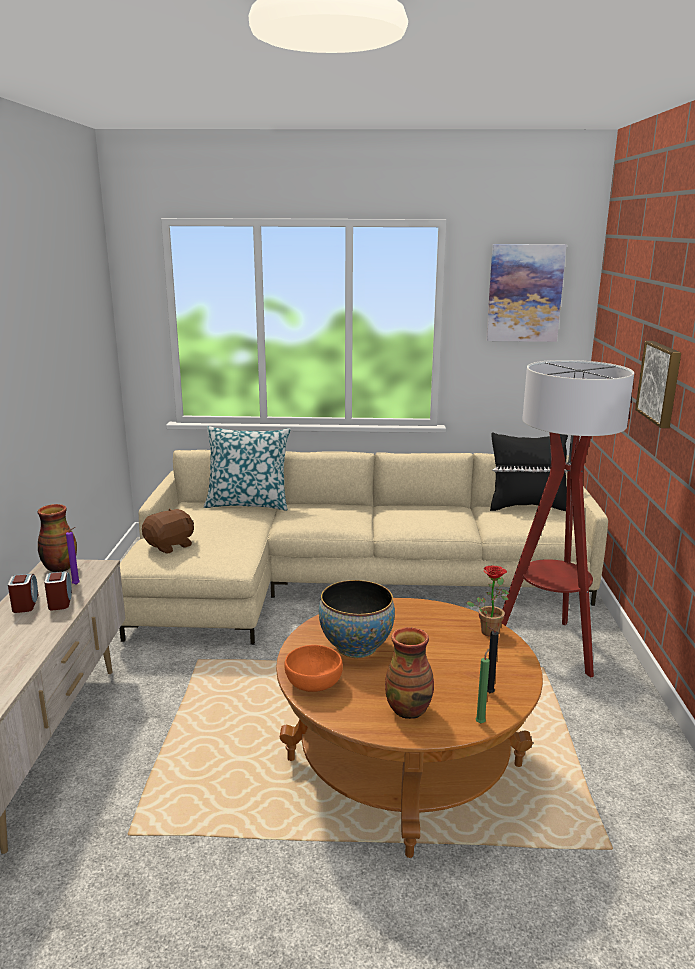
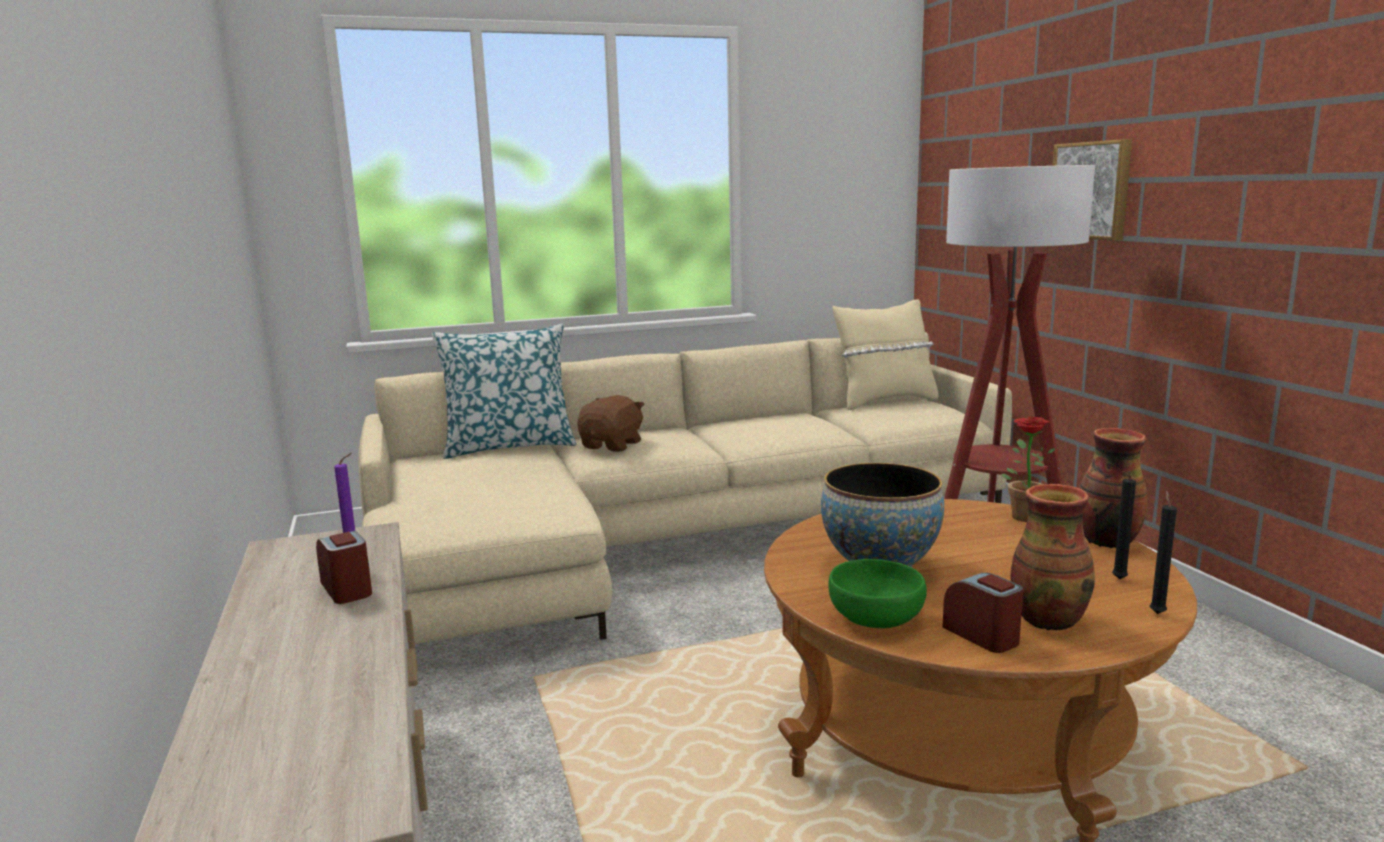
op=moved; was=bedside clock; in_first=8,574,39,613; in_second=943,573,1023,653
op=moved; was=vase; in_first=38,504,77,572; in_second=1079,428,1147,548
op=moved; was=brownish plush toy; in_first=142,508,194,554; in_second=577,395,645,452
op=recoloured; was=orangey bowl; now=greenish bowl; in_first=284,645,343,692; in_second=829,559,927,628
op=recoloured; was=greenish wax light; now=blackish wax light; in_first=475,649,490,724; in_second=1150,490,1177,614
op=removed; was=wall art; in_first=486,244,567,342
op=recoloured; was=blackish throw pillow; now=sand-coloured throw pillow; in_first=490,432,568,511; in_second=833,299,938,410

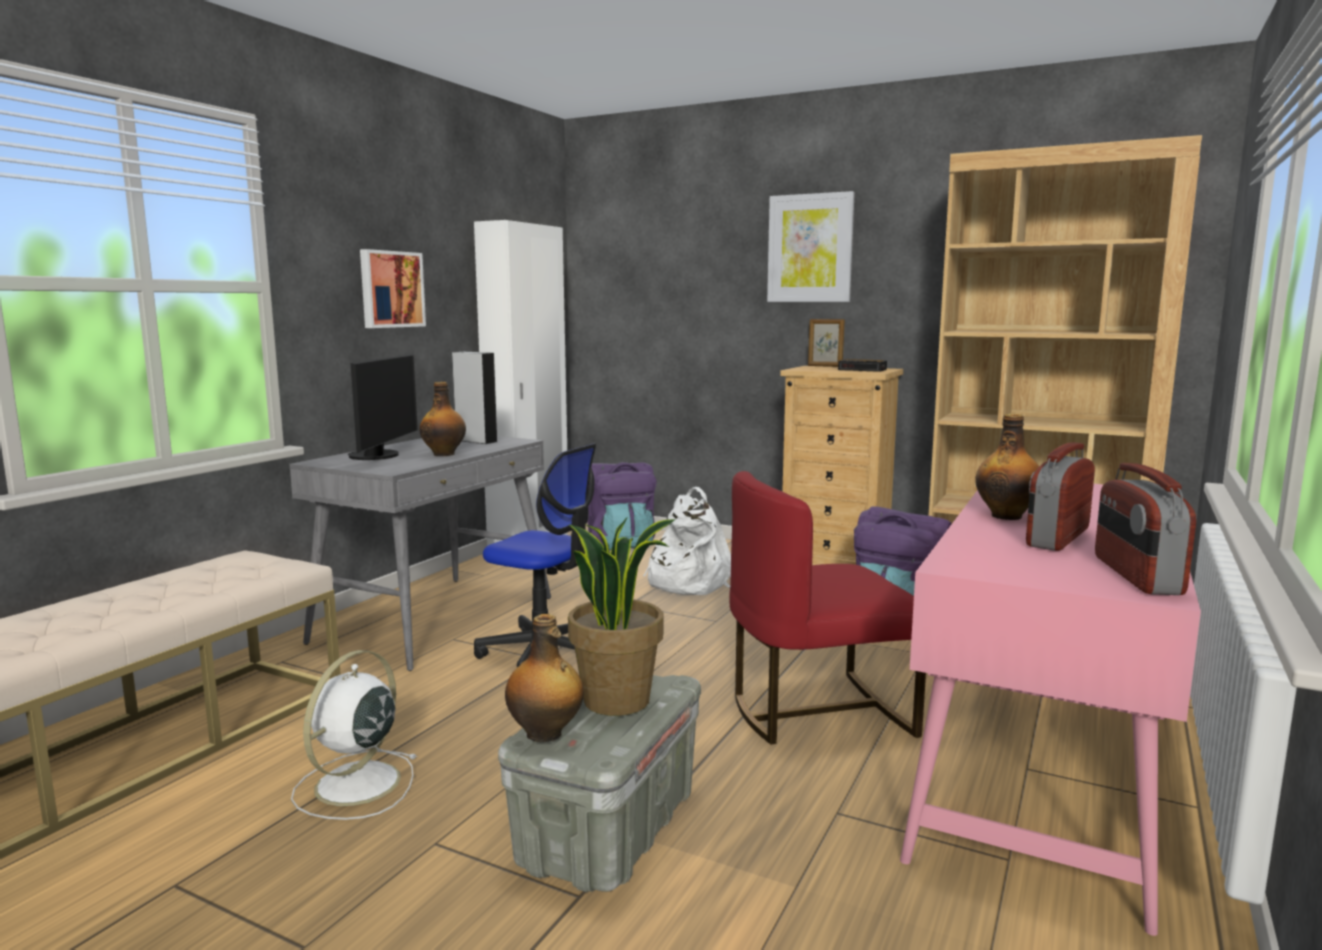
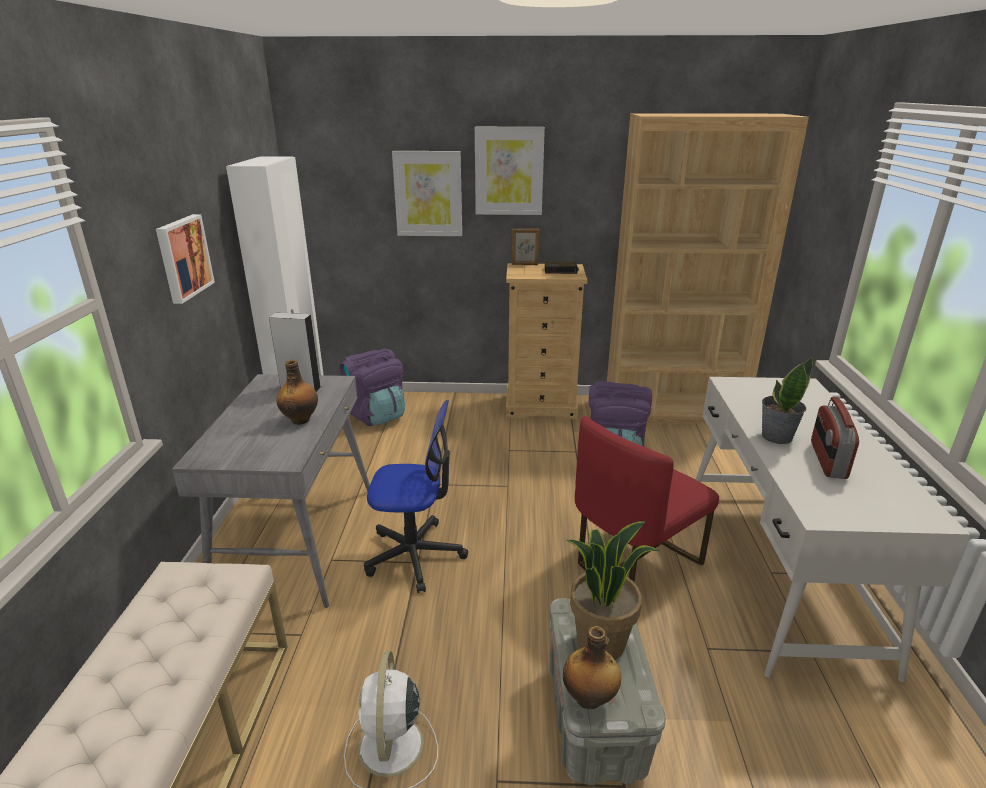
op=removed; was=computer display; in_first=348,354,418,460
op=removed; was=white knapsack; in_first=643,487,731,595
op=recoloured; was=pinkish desk table; now=white desk table; in_first=900,484,1201,936; in_second=696,377,970,682
op=replaced; was=drink bottle; now=houseplant; in_first=975,414,1039,520; in_second=762,356,813,444
op=removed; was=radio receiver; in_first=1095,463,1196,595
op=added; now=wall art; in_second=392,151,462,236

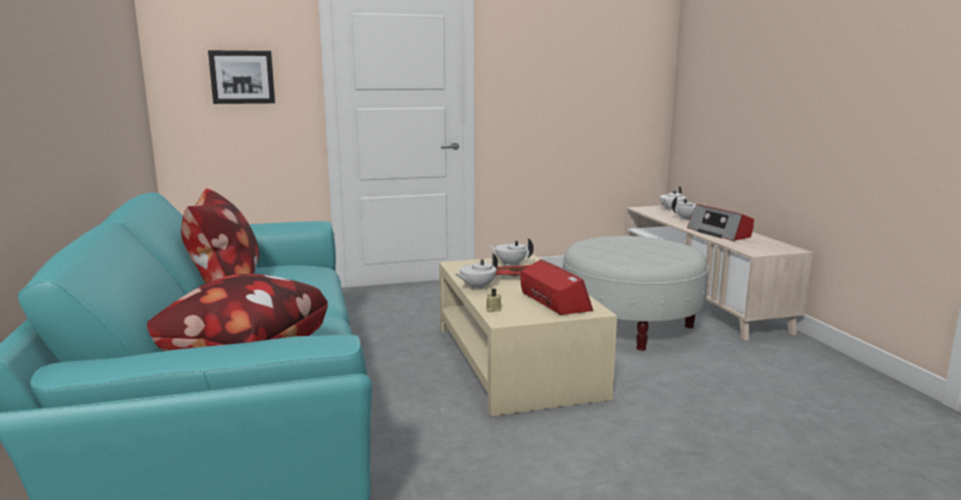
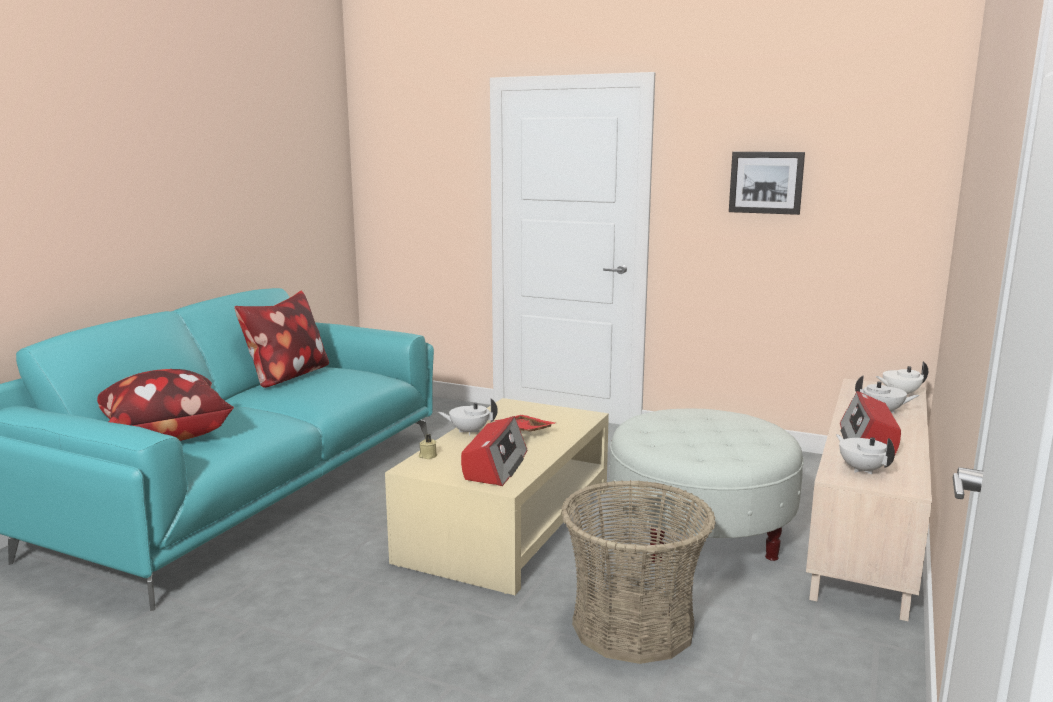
op=moved; was=wall art; in_first=208,50,275,104; in_second=729,152,805,215
op=moved; was=white pot for tea; in_first=488,238,534,266; in_second=836,434,895,475
op=added; now=household basket; in_second=561,480,716,664

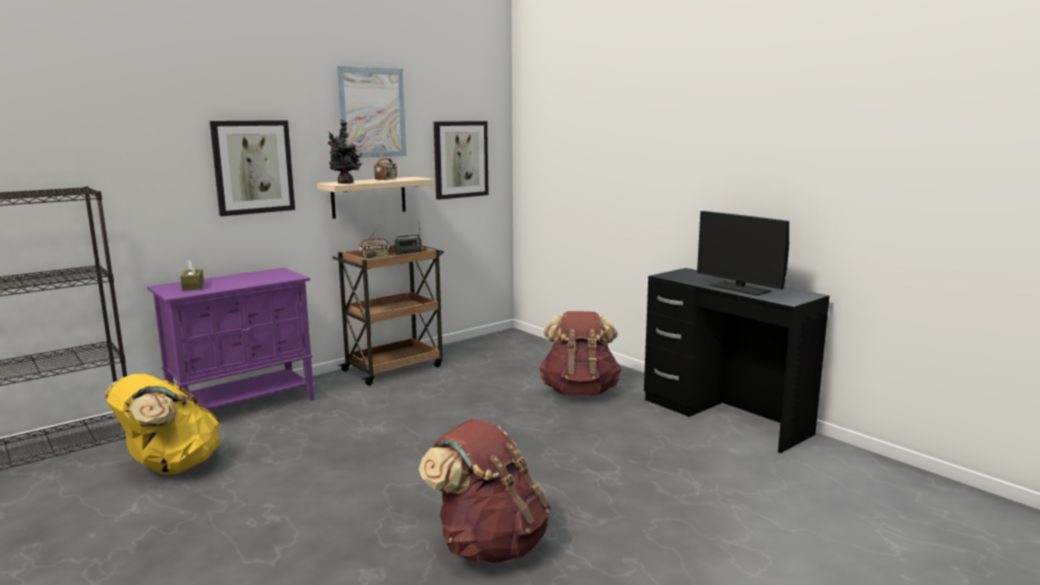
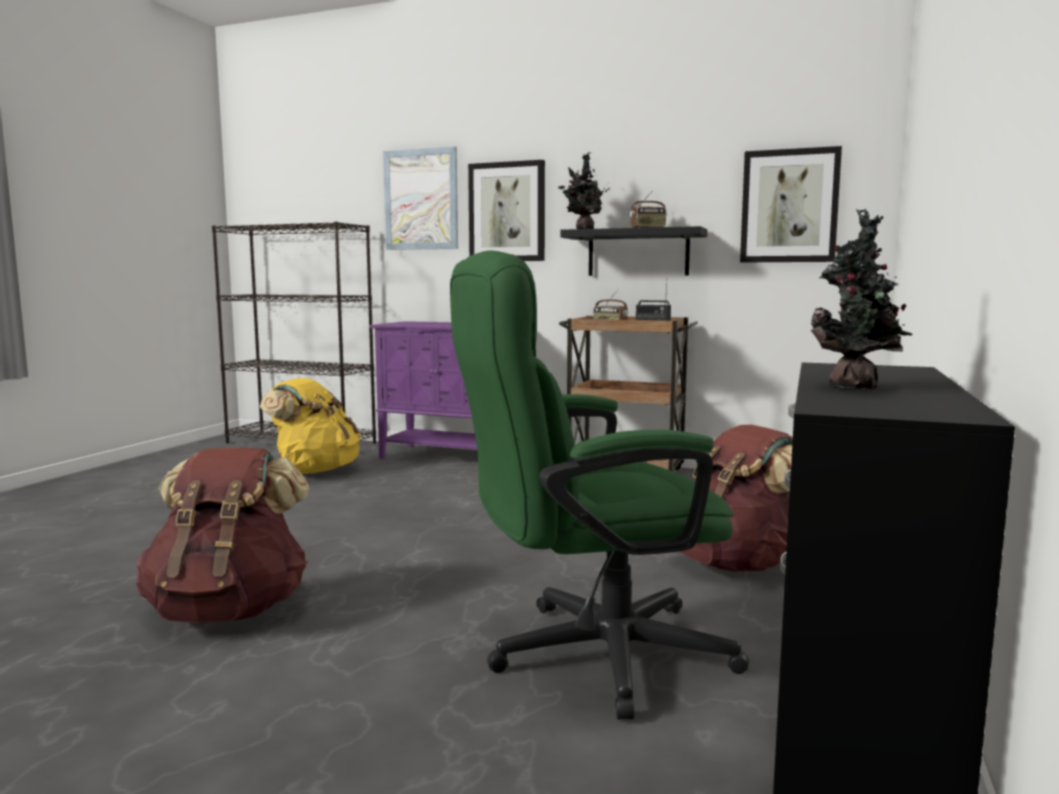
op=removed; was=brownish box of tissues; in_first=180,259,204,291
op=recoloured; was=sand-coloured wall shelf; now=blackish wall shelf; in_first=317,177,434,219; in_second=560,226,708,276
op=moved; was=wall art; in_first=336,66,406,158; in_second=383,146,458,250
op=replaced; was=computer display; now=houseplant; in_first=697,211,789,296; in_second=811,209,912,389
op=added; now=greenish desk chair; in_second=450,250,749,719

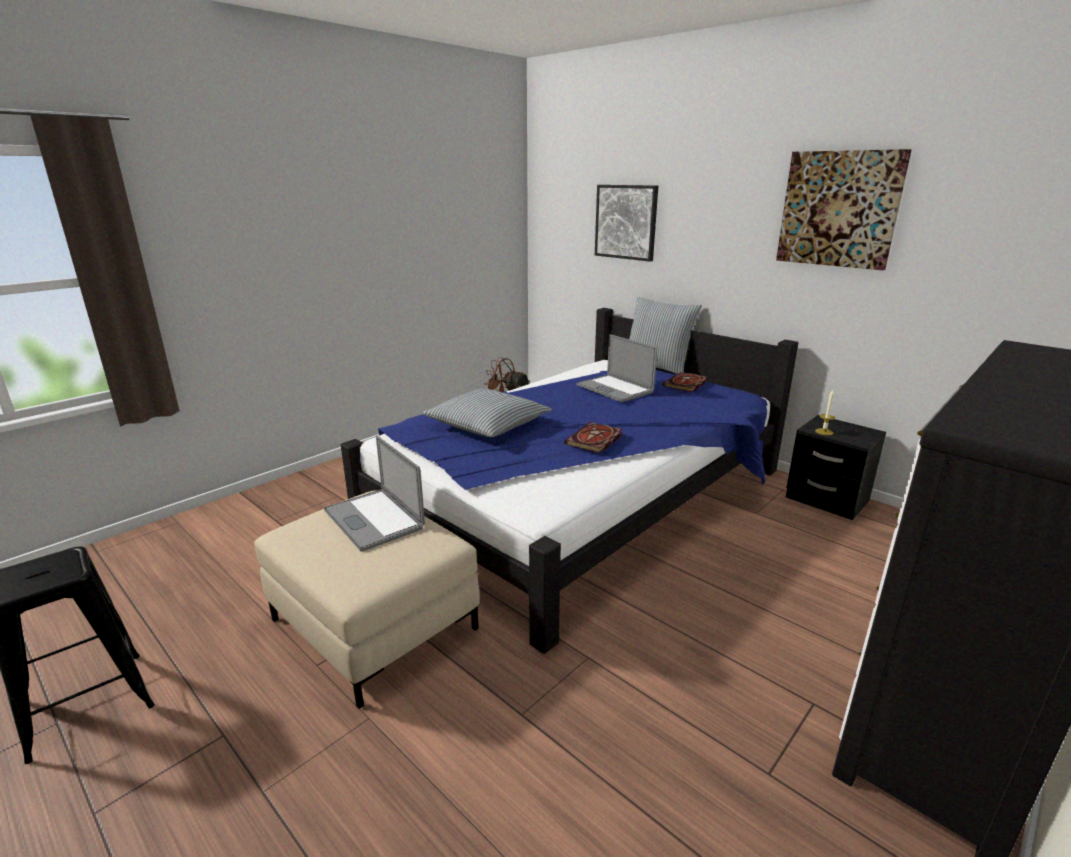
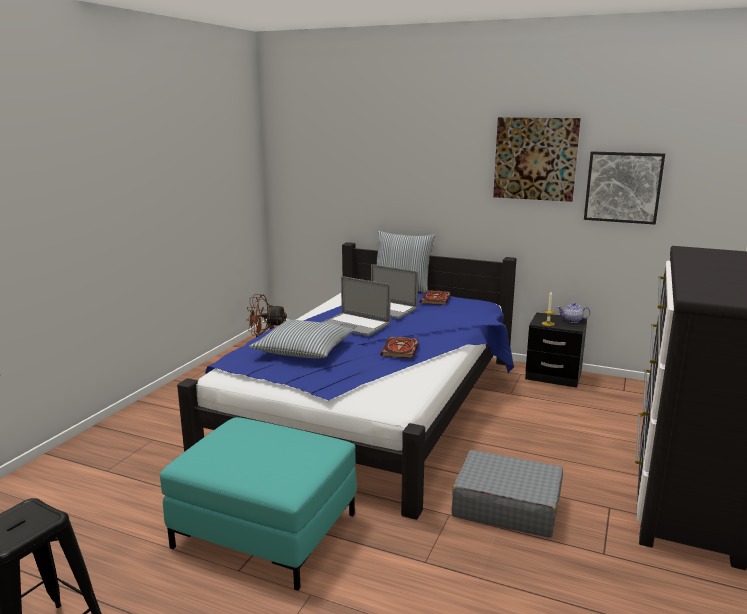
op=recoloured; was=sand-coloured footrest; now=blue-green footrest; in_first=254,490,480,709; in_second=160,417,357,591
op=moved; was=laptop; in_first=324,435,425,551; in_second=322,276,391,336
op=moved; was=wall art; in_first=595,185,658,261; in_second=584,151,665,225
op=added; now=greyish travel case; in_second=452,450,563,538
op=added; now=pot for tea; in_second=557,303,590,323

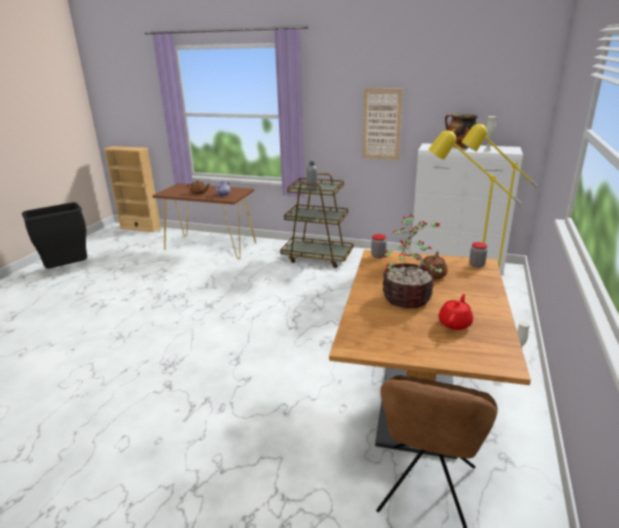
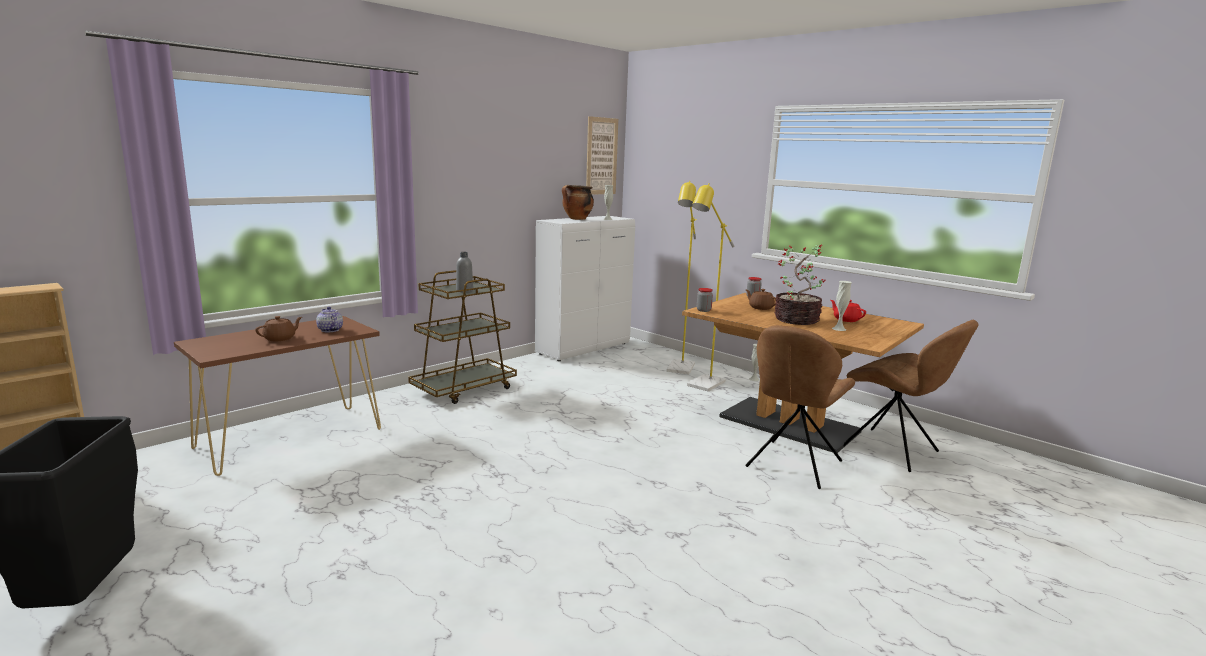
op=moved; was=wall art; in_first=362,88,403,160; in_second=586,116,618,195
op=added; now=brownish plain chair; in_second=745,325,855,489
op=added; now=white vase; in_second=832,281,852,331

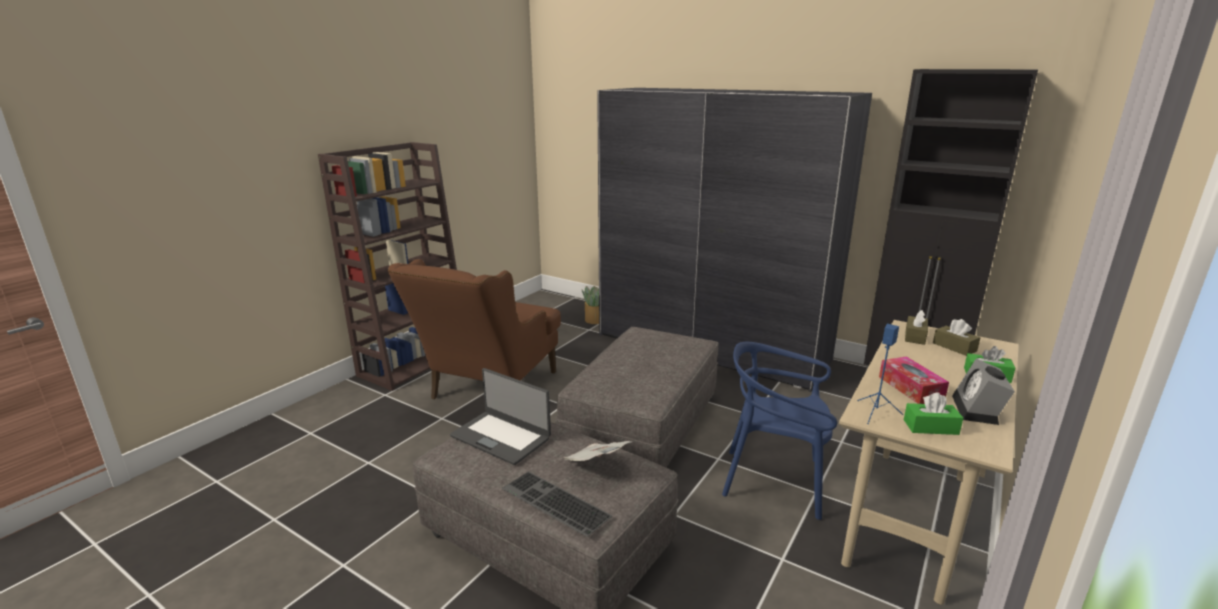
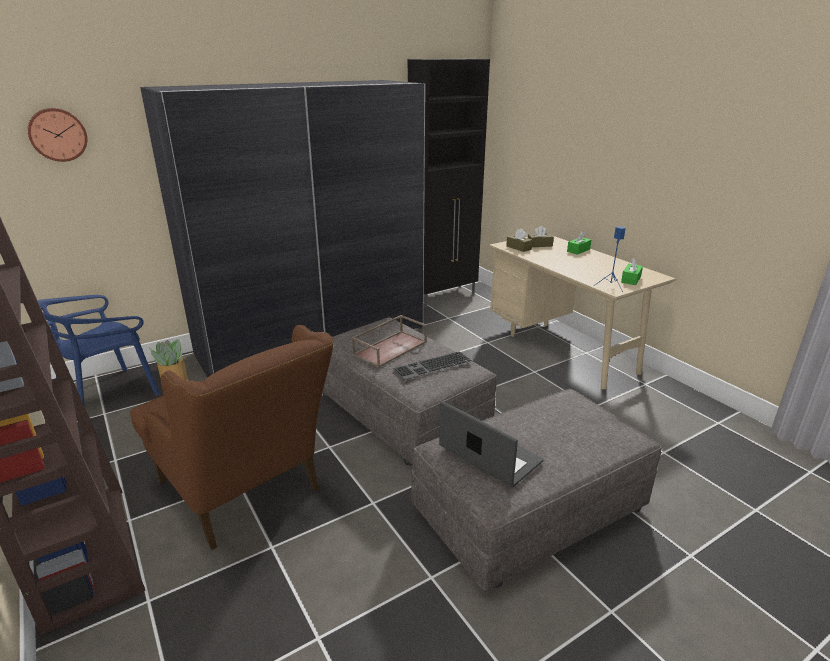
op=turned; was=laptop; in_first=450,368,551,465; in_second=439,401,544,487; clockwise=-105
op=moved; was=PC keyboard; in_first=502,471,612,537; in_second=393,351,473,380
op=removed; was=printed paper; in_first=564,441,630,461
op=moved; was=bluish plain chair; in_first=722,342,837,520; in_second=38,295,160,406
op=removed; was=box of tissues; in_first=879,356,949,404
op=removed; was=bedside clock; in_first=952,359,1015,425
op=added; now=wall clock; in_second=28,108,87,162
op=added; now=brownish carrying tray; in_second=352,315,427,368

